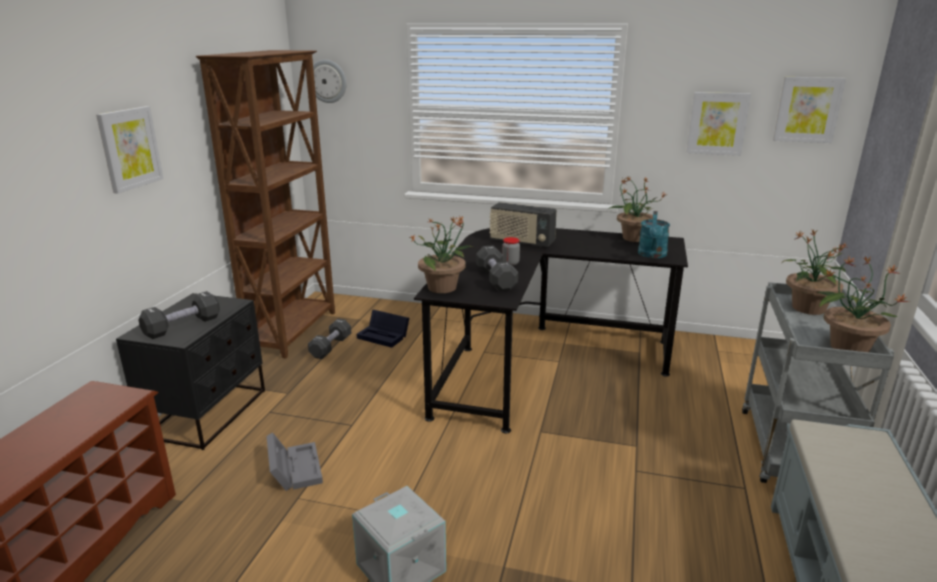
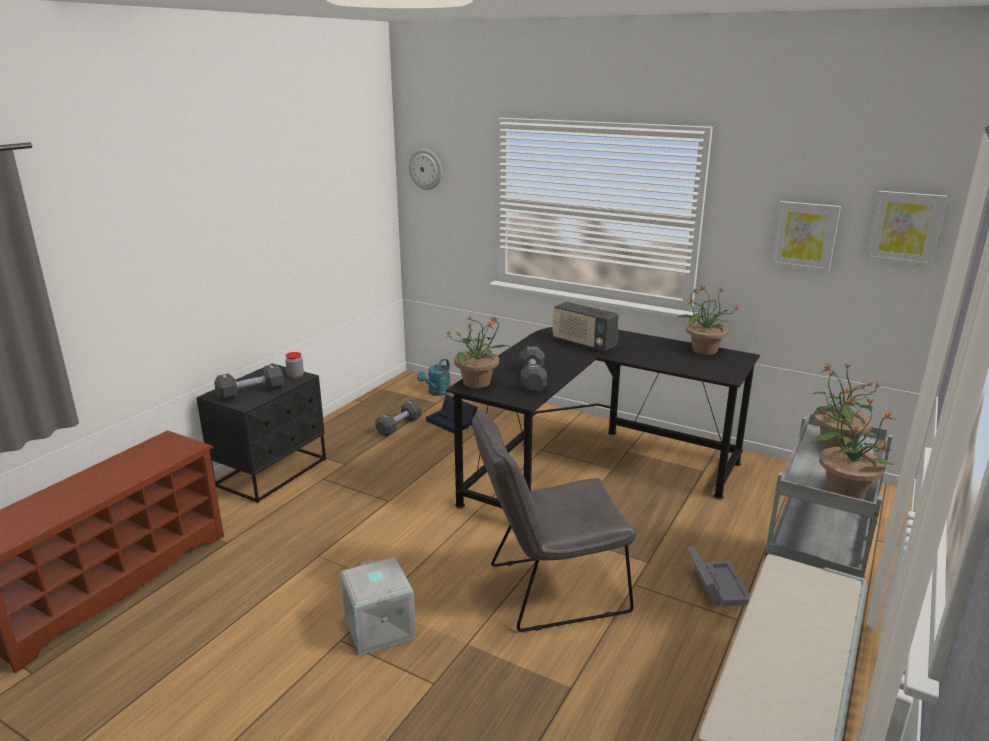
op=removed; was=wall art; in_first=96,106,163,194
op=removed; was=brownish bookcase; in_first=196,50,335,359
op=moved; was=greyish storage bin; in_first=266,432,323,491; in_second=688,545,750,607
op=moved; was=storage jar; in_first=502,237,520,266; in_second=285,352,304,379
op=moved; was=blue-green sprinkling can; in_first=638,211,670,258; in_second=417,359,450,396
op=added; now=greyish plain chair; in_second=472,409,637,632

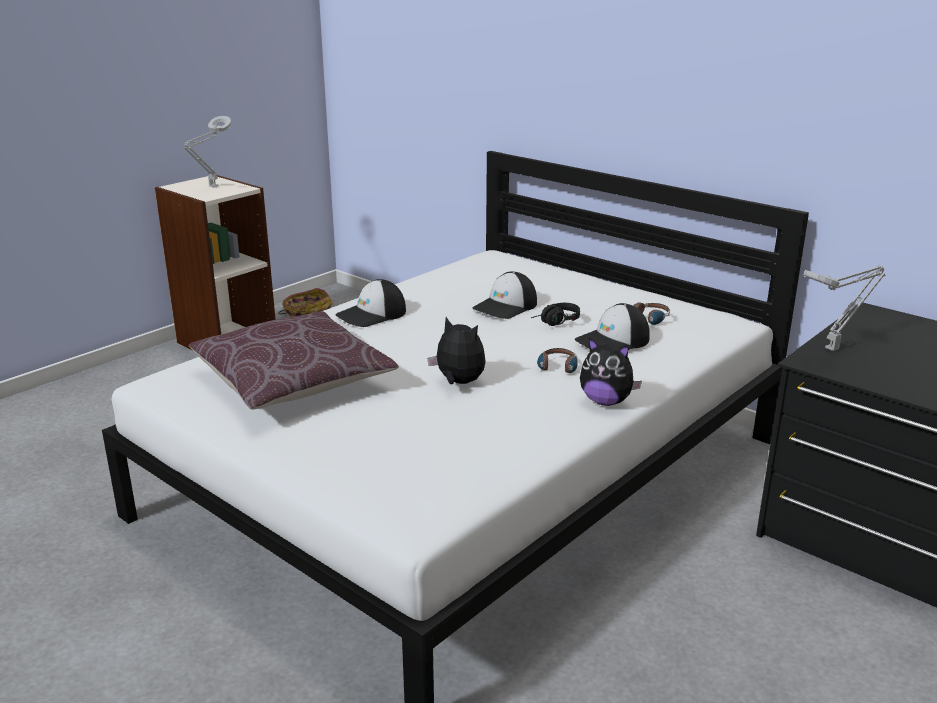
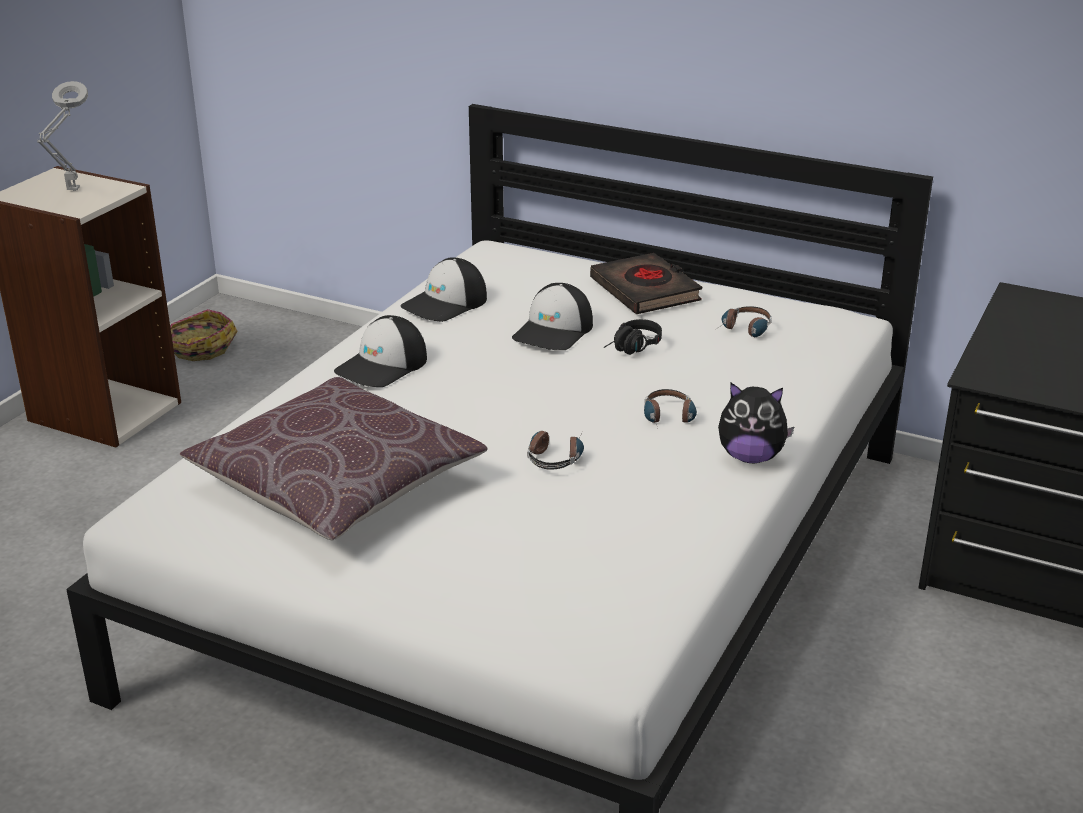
op=replaced; was=plush toy; now=headset; in_first=427,317,486,384; in_second=527,430,584,470
op=moved; was=baseball cap; in_first=575,303,650,350; in_second=401,257,487,322
op=removed; was=greyish lamp for a table; in_first=803,266,885,351
op=added; now=blackish bound book; in_second=590,253,702,314

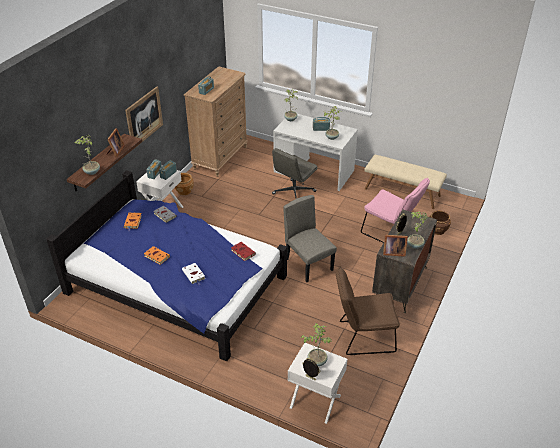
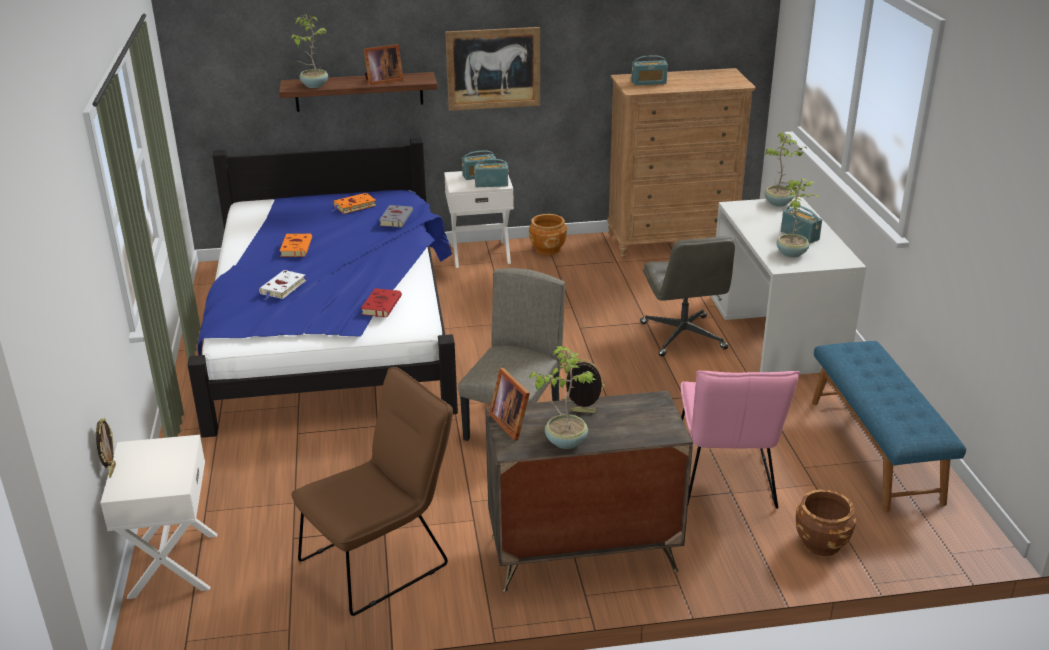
op=turned; was=greyish desk chair; in_first=272,148,318,199; in_second=640,236,735,357; clockwise=-105
op=removed; was=houseplant; in_first=301,323,331,366
op=turned; was=brownish plain chair; in_first=336,266,400,355; in_second=291,367,453,616; clockwise=90
op=recoloured; was=sand-coloured bench; now=bluish bench; in_first=364,155,447,209; in_second=812,341,966,512

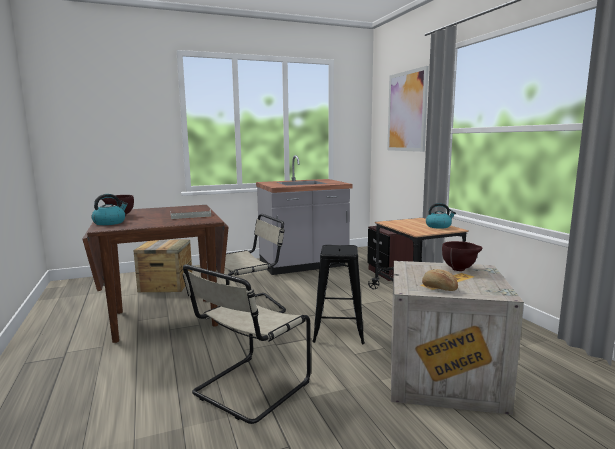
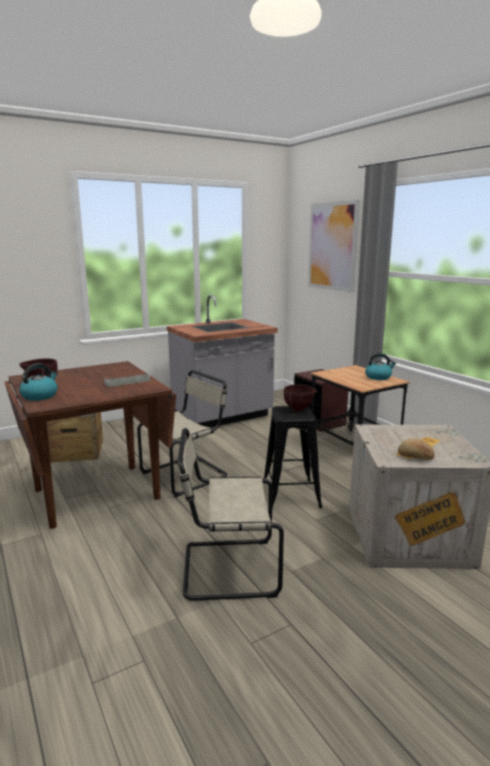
op=turned; was=sand-coloured plain chair; in_first=183,264,311,424; in_second=177,428,284,601; clockwise=60
op=moved; was=brownish bowl; in_first=442,241,482,271; in_second=284,385,317,411

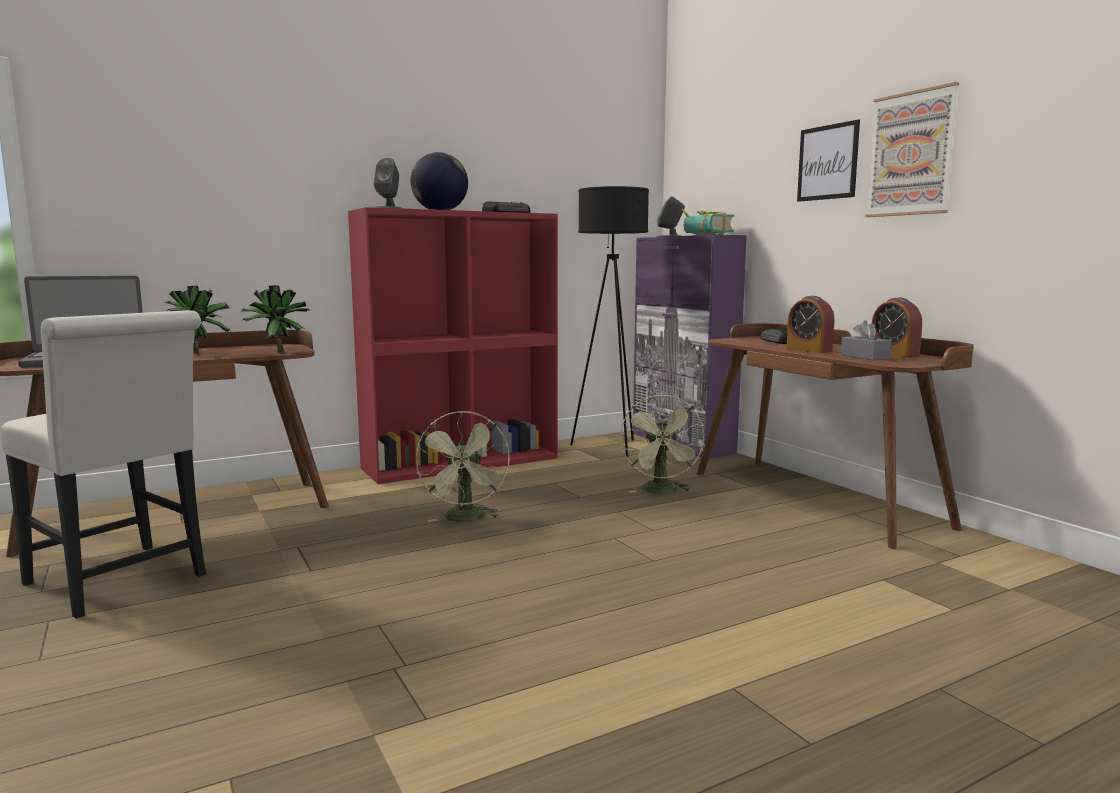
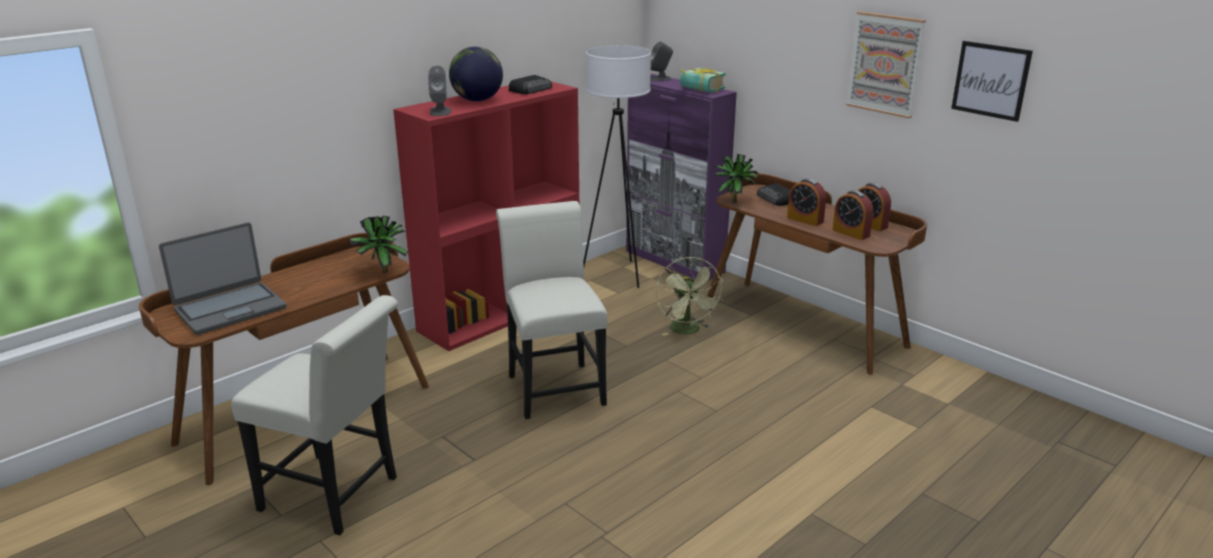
op=moved; was=houseplant; in_first=164,286,230,354; in_second=714,154,759,203
op=replaced; was=greenish electric fan; now=white plain chair; in_first=415,411,510,522; in_second=496,201,608,419
op=recoloured; was=blackish floor lamp; now=white floor lamp; in_first=570,186,649,458; in_second=583,45,651,288
op=moved; was=wall art; in_first=797,119,860,202; in_second=951,41,1033,122
op=replaced; was=greyish box of tissues; now=bedside clock; in_first=841,320,892,360; in_second=832,190,873,240

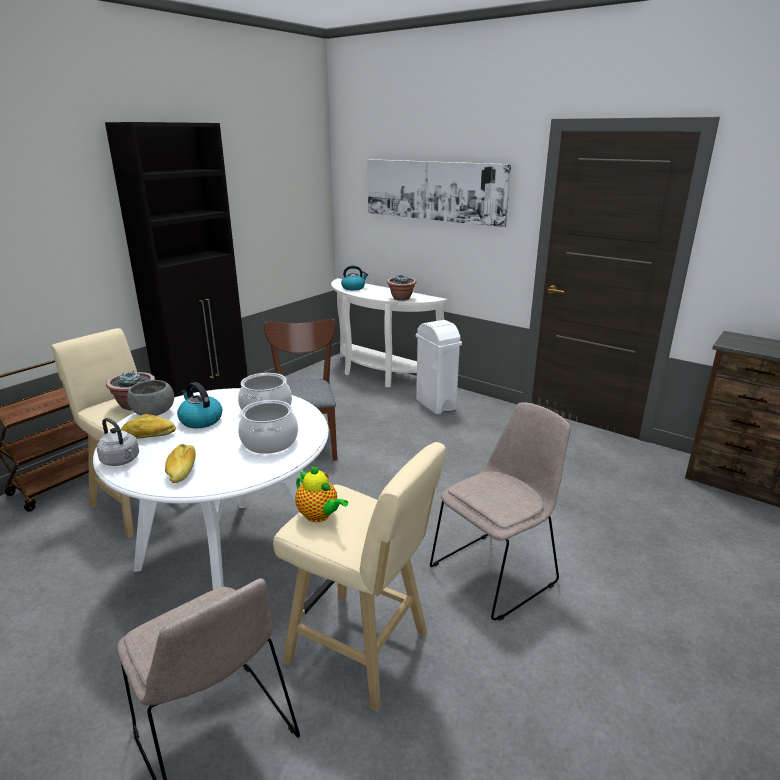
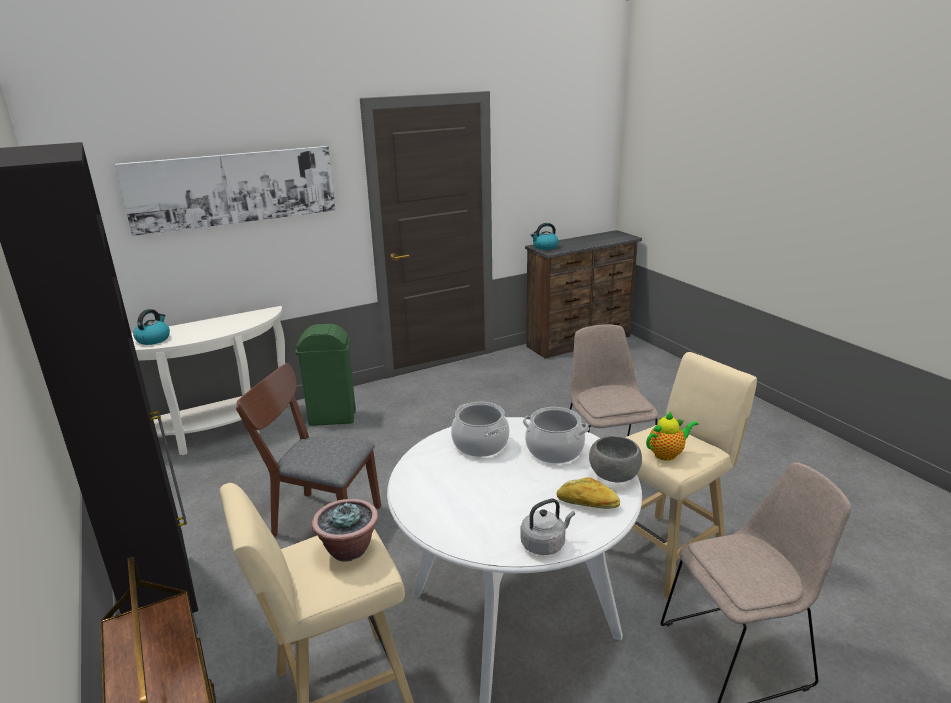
op=removed; was=bread; in_first=120,414,176,439
op=moved; was=greyish bowl; in_first=127,380,174,416; in_second=589,435,642,483
op=moved; was=tea kettle; in_first=177,382,222,428; in_second=531,223,559,250
op=removed; was=houseplant; in_first=387,275,416,301
op=recoloured; was=white trash can; now=greenish trash can; in_first=416,320,462,414; in_second=295,324,356,426

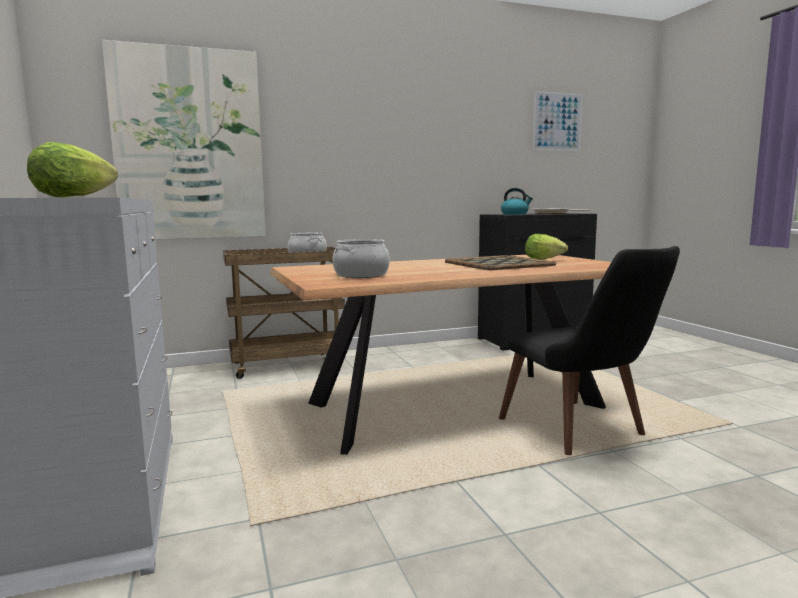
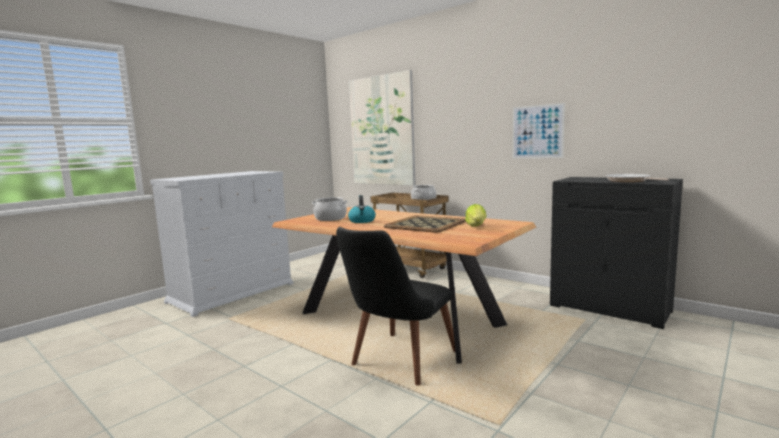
op=removed; was=lettuce; in_first=27,142,118,197
op=moved; was=tea kettle; in_first=501,188,533,214; in_second=348,195,376,223
op=moved; was=wall art; in_first=533,91,583,151; in_second=513,103,565,158

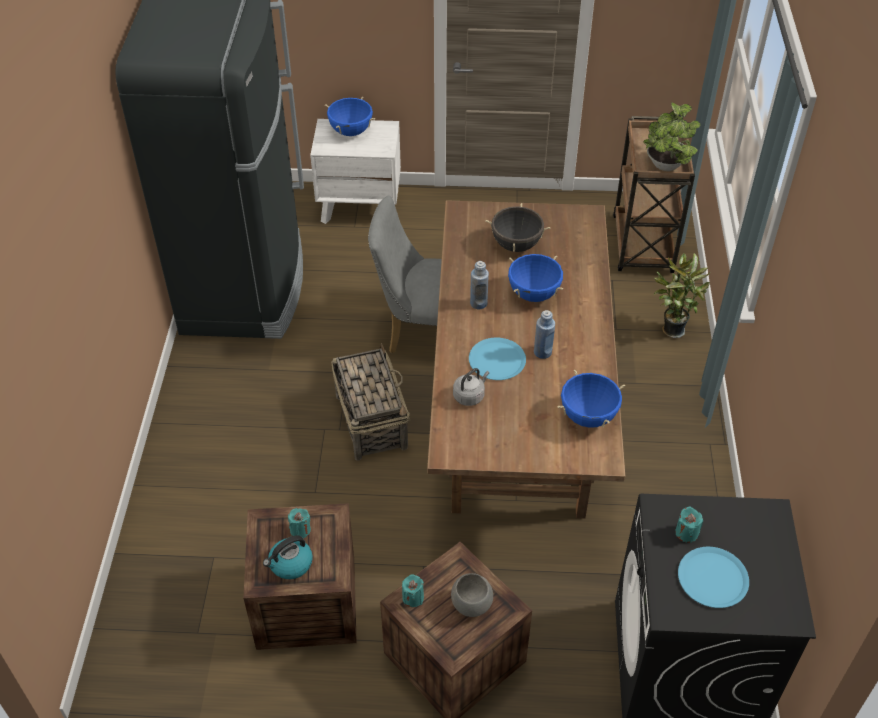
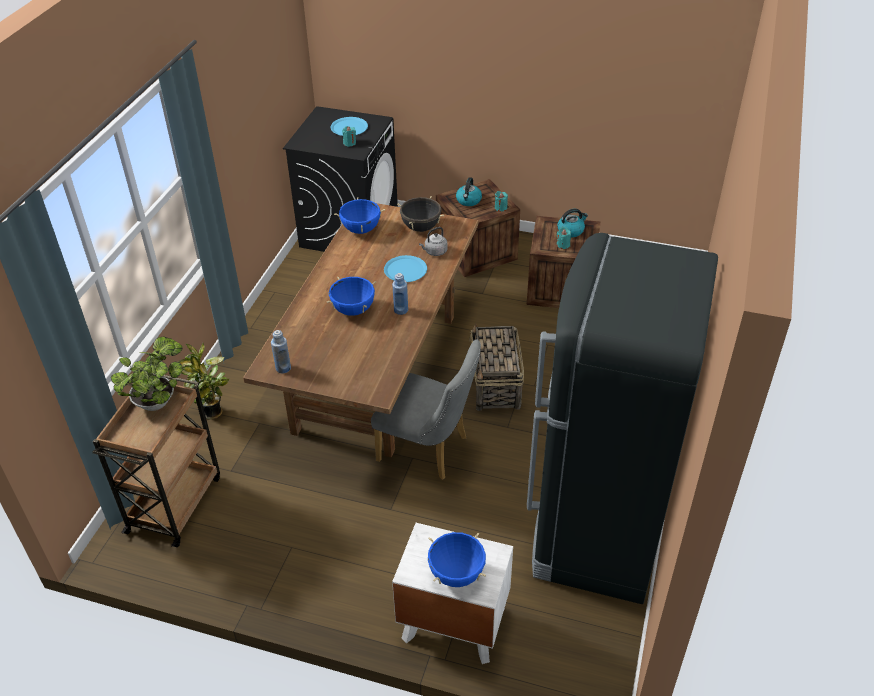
op=replaced; was=greyish bowl; now=tea kettle; in_first=451,573,493,617; in_second=456,177,482,206
op=moved; was=blackish saucepot; in_first=485,203,550,252; in_second=397,196,444,232
op=moved; was=bluish drink bottle; in_first=534,310,555,359; in_second=271,330,291,373

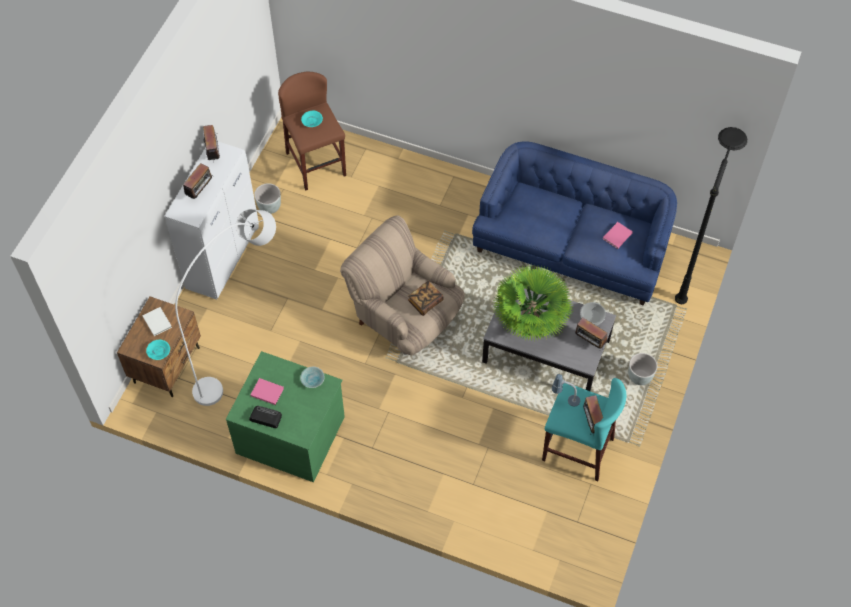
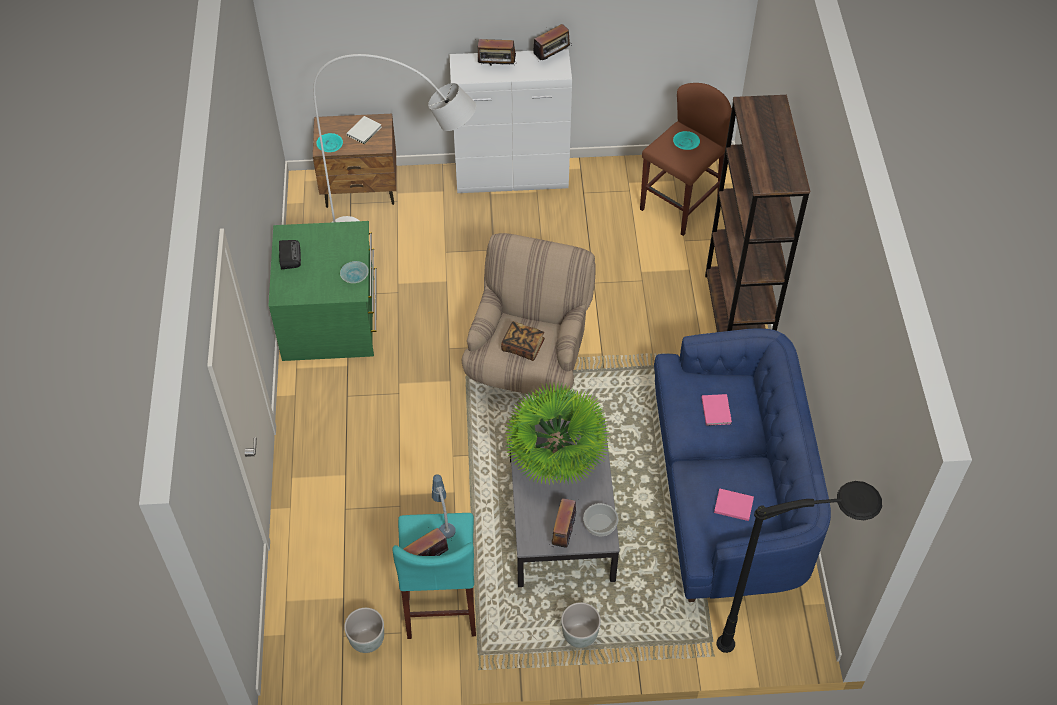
op=moved; was=pinkish bound book; in_first=251,378,284,405; in_second=702,394,732,426
op=moved; was=greyish flower pot; in_first=254,183,281,214; in_second=344,608,384,653
op=added; now=brownish bookcase; in_second=705,95,810,332

